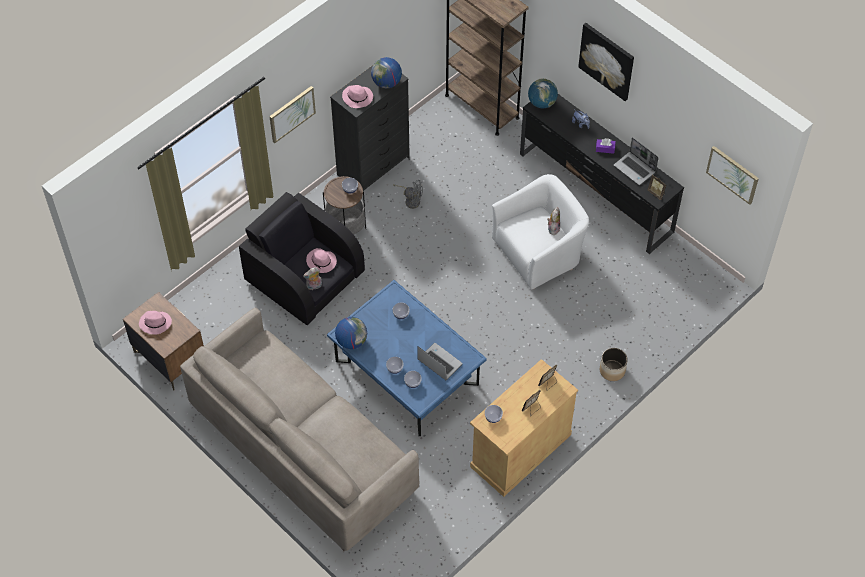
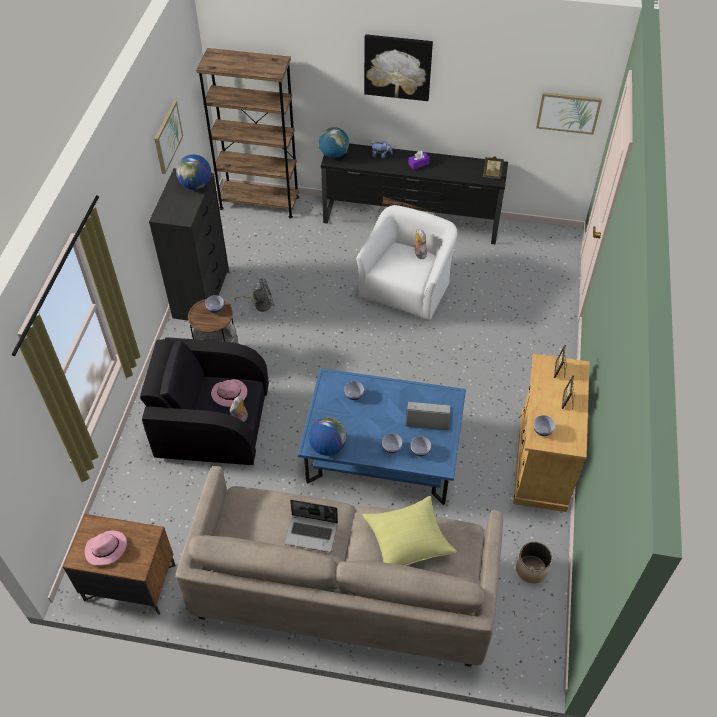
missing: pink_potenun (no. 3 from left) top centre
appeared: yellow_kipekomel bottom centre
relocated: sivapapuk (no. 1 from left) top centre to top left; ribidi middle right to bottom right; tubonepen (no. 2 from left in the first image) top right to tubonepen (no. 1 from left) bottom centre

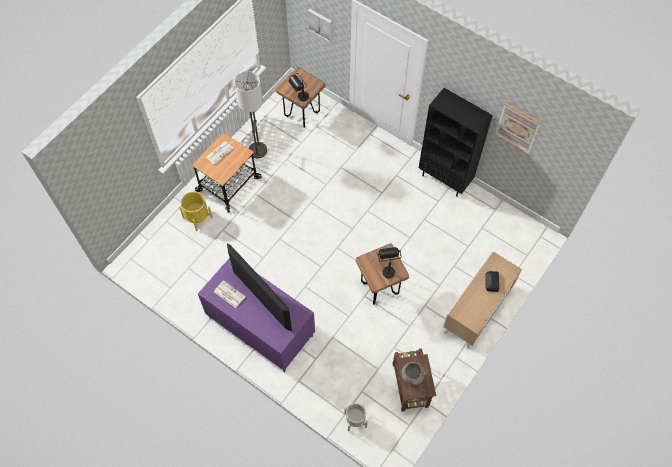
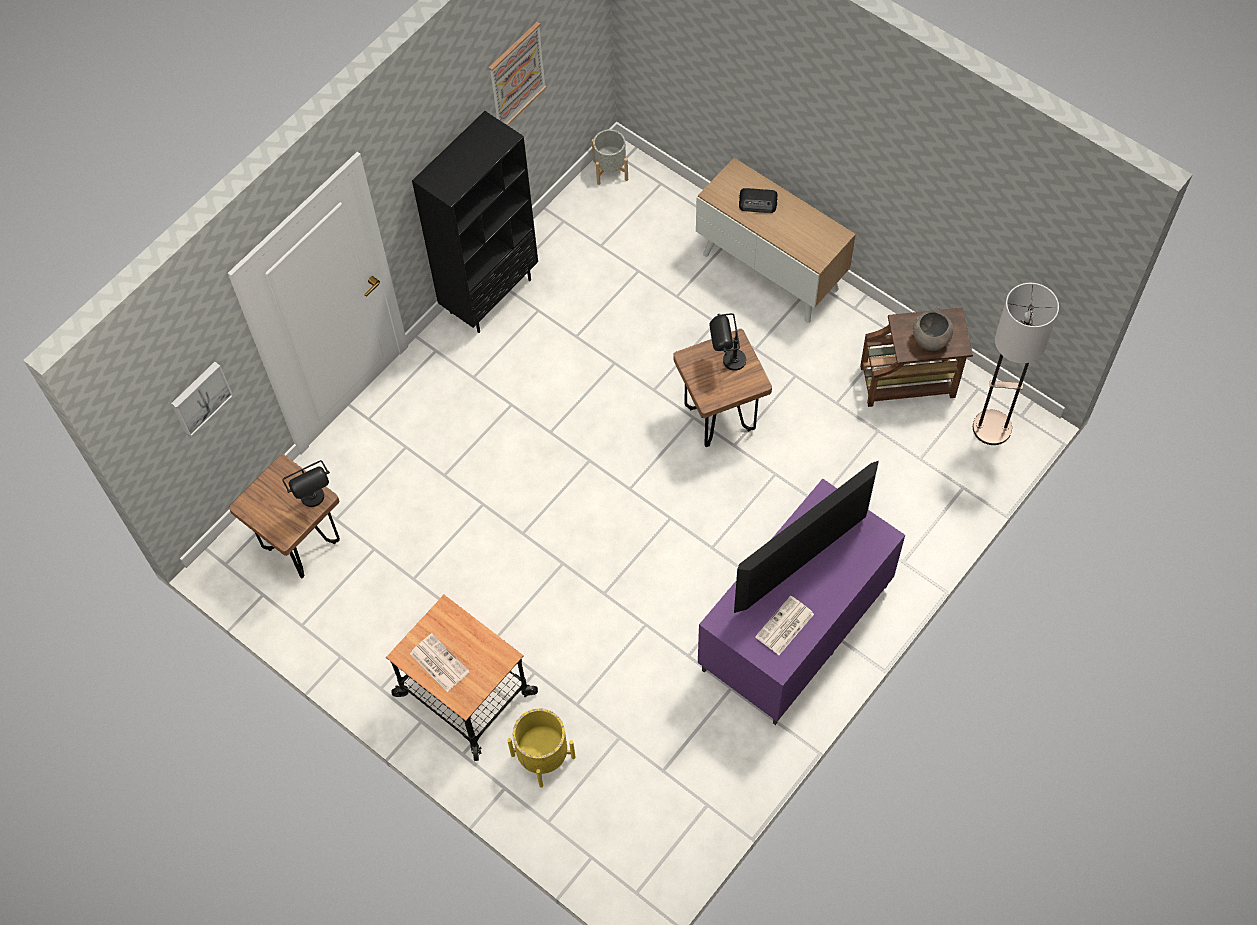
relocated: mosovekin top centre to middle right; grey_ribidi bottom centre to top centre

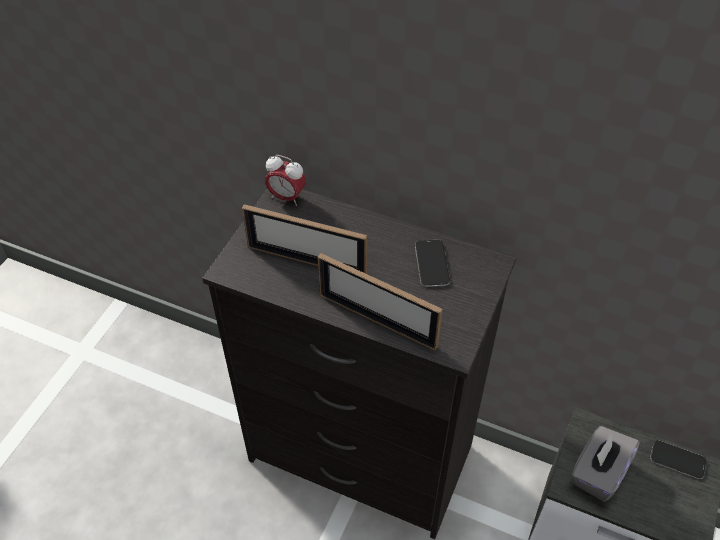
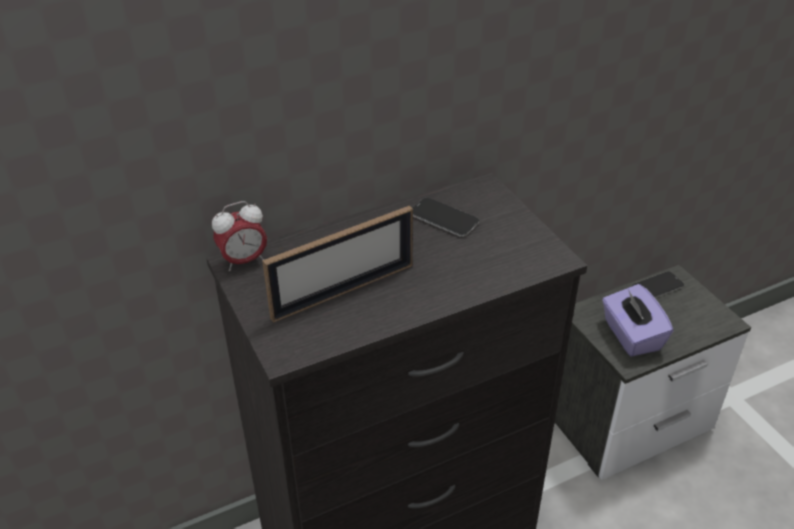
missing: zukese (no. 2 from left) centre
colour: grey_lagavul bottom right to purple_lagavul middle right

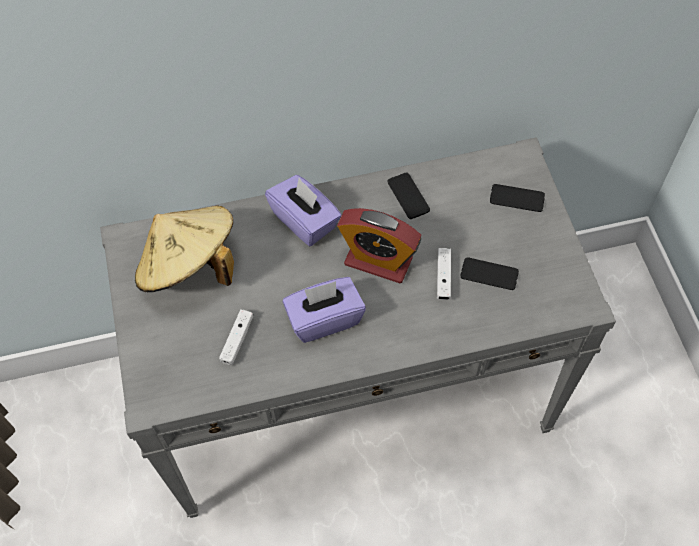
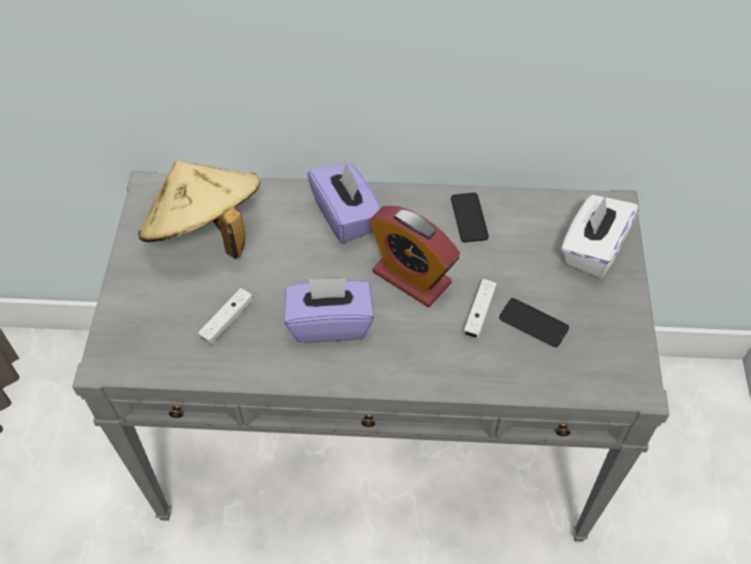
exchanged: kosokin (no. 3 from left) middle right to white_lagavul middle right

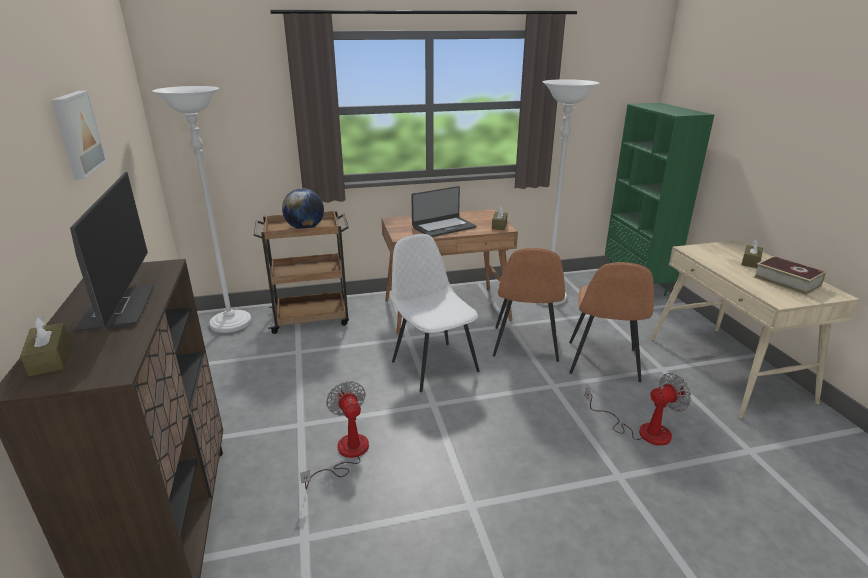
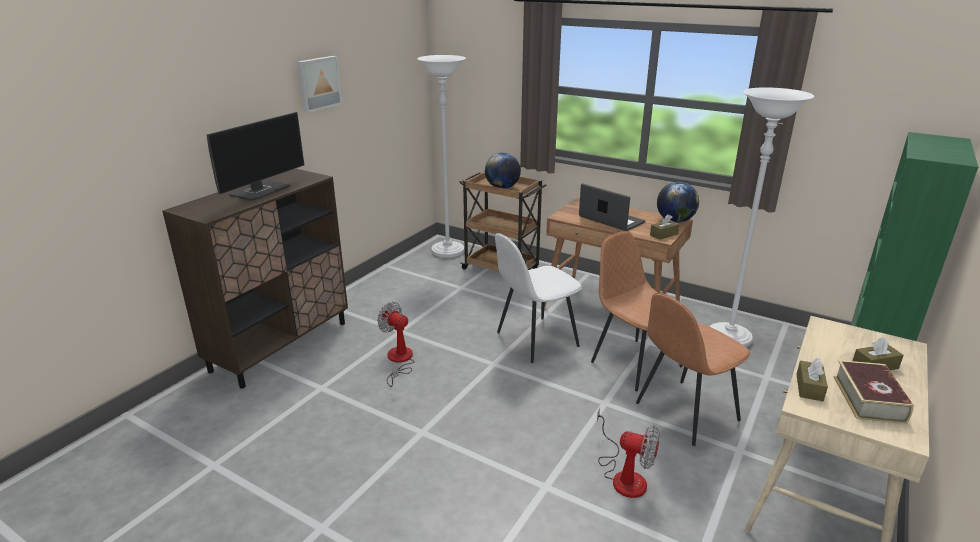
appeared: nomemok (no. 2 from left) middle right
relocated: brown_lagavul (no. 1 from left in the first image) middle left to brown_lagavul (no. 2 from left) bottom right
spun: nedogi (no. 1 from left) bottom centre = centre 75 degrees counterclockwise; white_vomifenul centre = centre 135 degrees counterclockwise; tubonepen centre = centre 150 degrees counterclockwise; brown_vomifenul (no. 1 from left) centre = centre 90 degrees clockwise

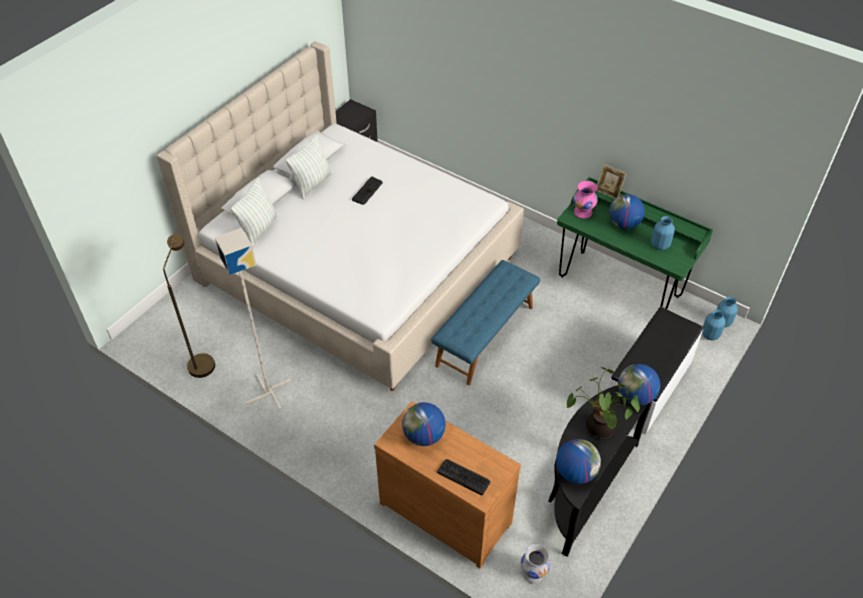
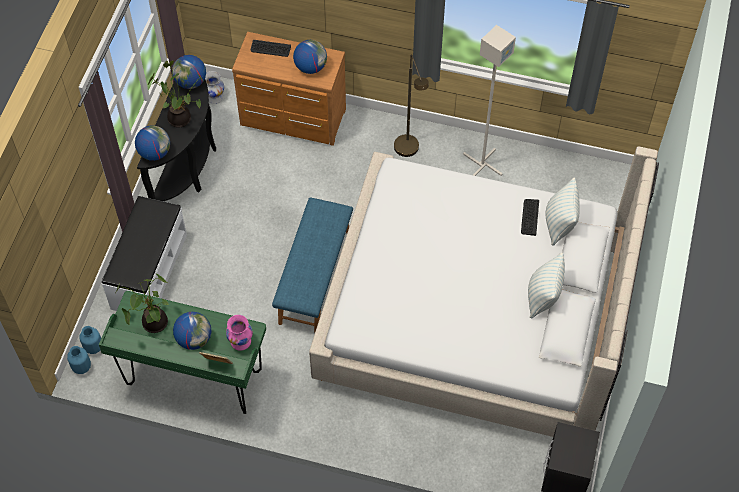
relocated: brown_mosovekin middle left to top centre; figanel (no. 1 from left in the first image) top centre to figanel (no. 2 from left) middle right
exchanged: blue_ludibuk (no. 1 from left) middle right to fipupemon (no. 1 from left) middle left

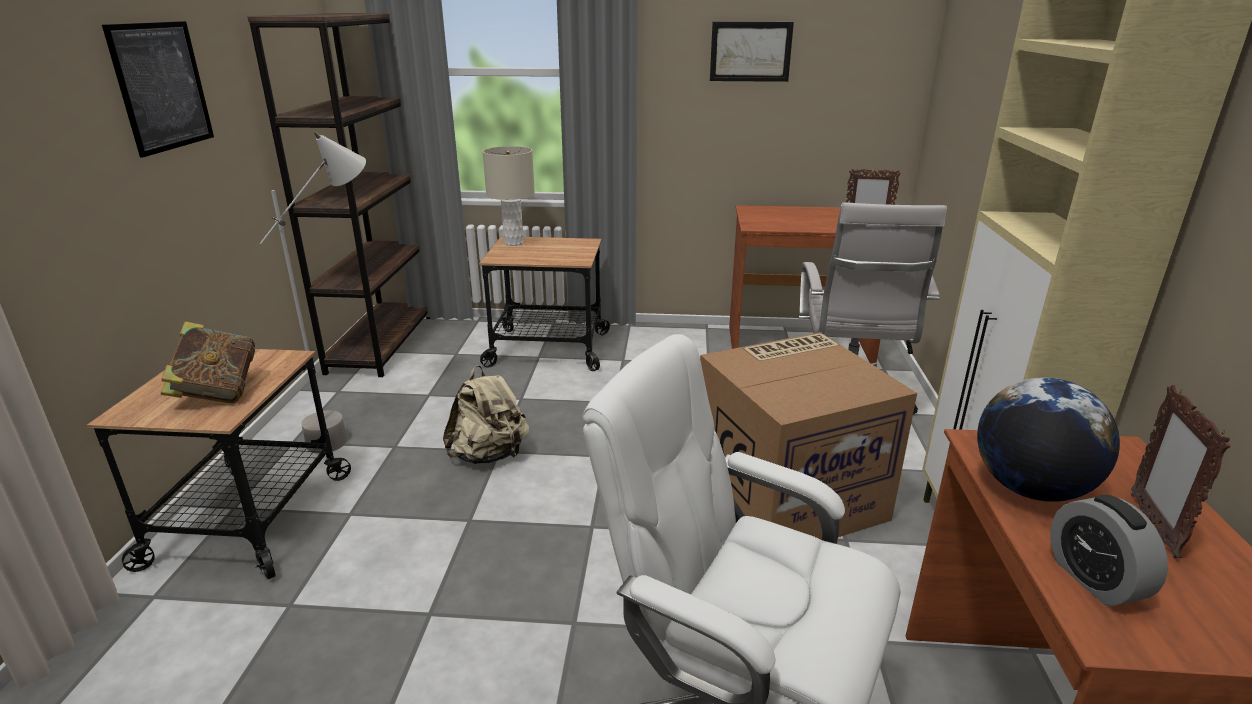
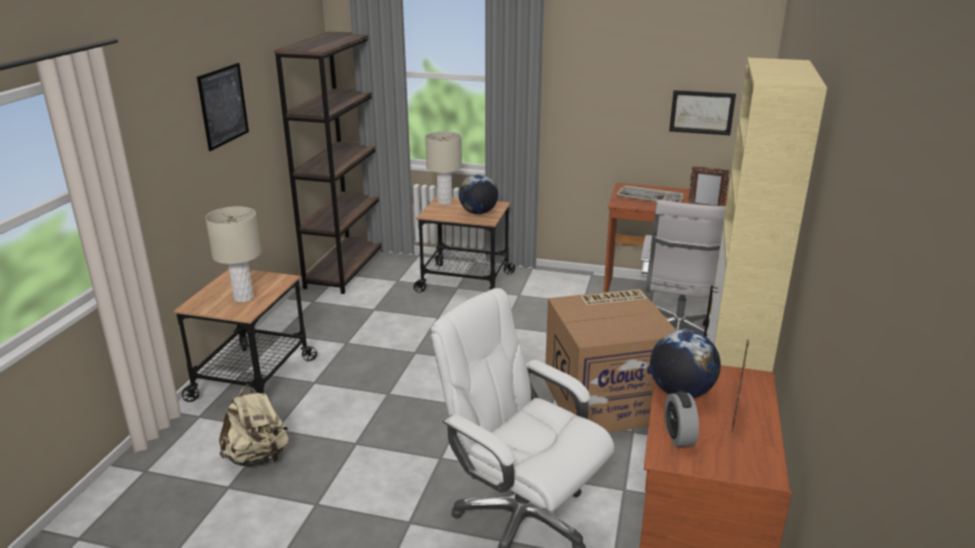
missing: grey_mosovekin middle left
appeared: nomemok (no. 1 from left) centre; figanel middle right
relocated: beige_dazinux centre to bottom left; sivapapuk (no. 2 from left) top centre to top right
exchanged: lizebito middle left to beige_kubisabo (no. 1 from left) middle left

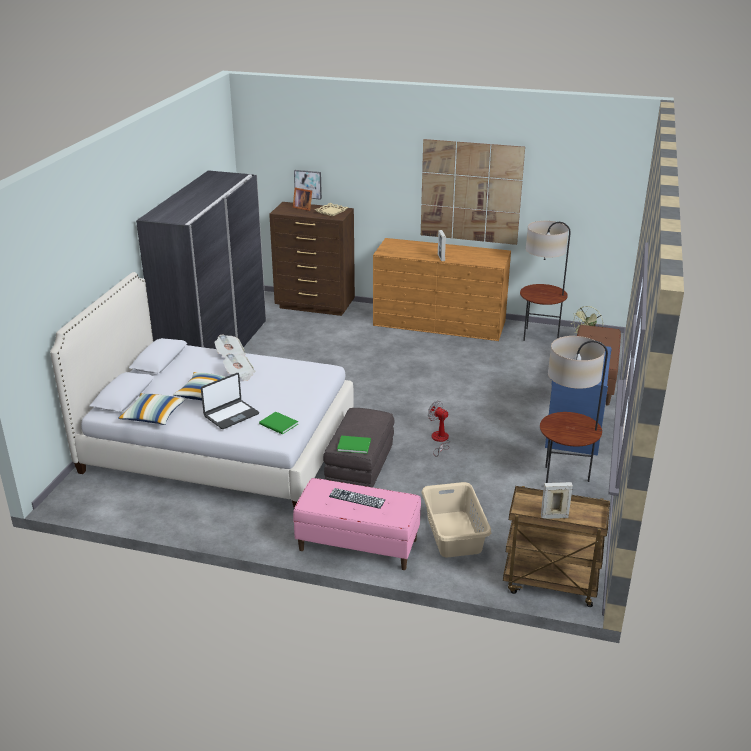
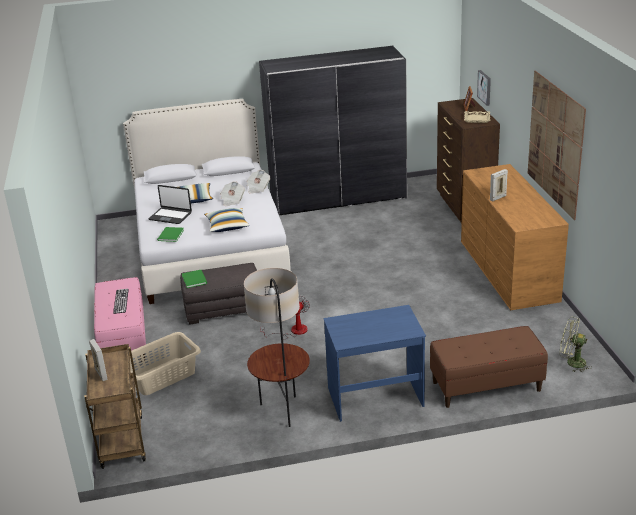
missing: mosovekin (no. 1 from left) middle right
relocated: kipekomel (no. 1 from left in the first image) middle left to kipekomel (no. 2 from left) centre

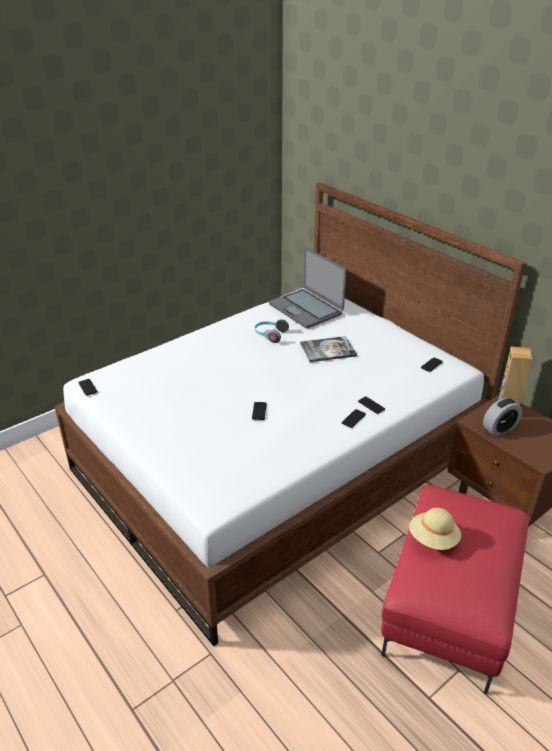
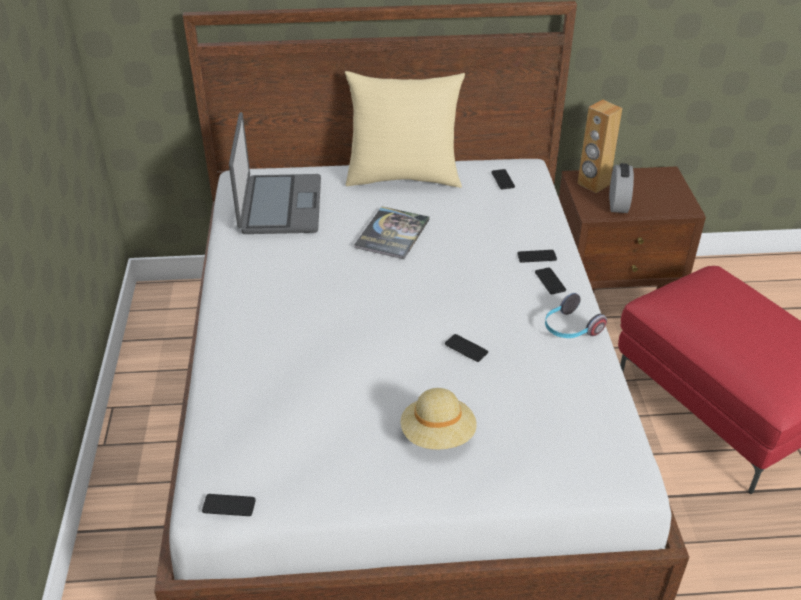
appeared: beige_kipekomel top centre
relocated: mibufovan centre to middle right; beige_potenun bottom right to bottom centre
spun: tubonepen centre = top centre 90 degrees counterclockwise

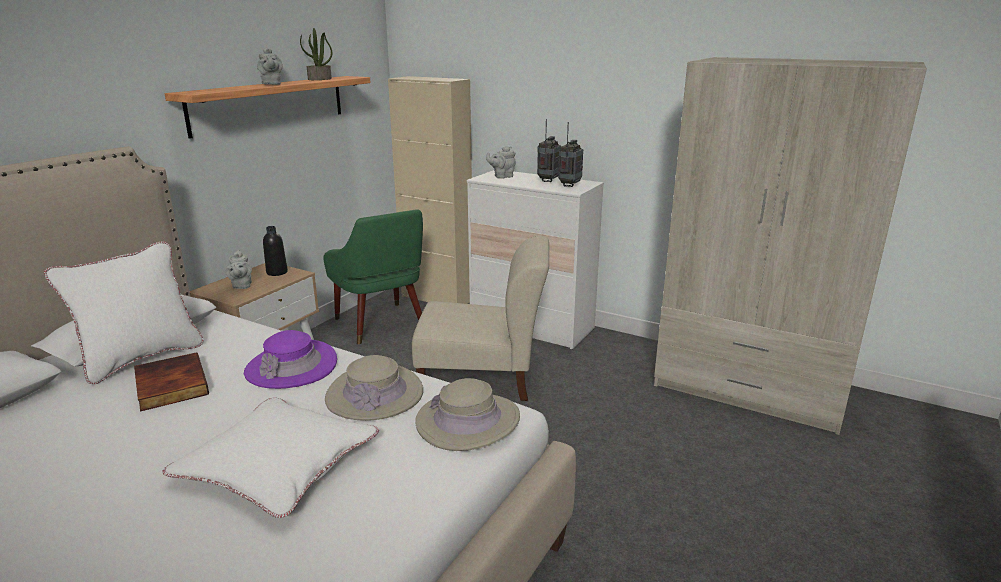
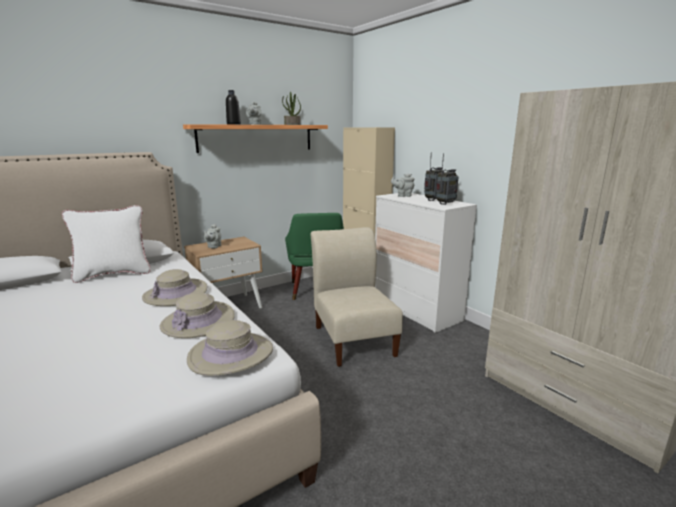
missing: lizebito middle left; white_kipekomel (no. 2 from left) bottom left
relocated: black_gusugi middle left to top centre
colour: purple_potenun middle left to beige_potenun (no. 1 from left) middle left
spun: beige_vomifenul centre = centre 135 degrees counterclockwise

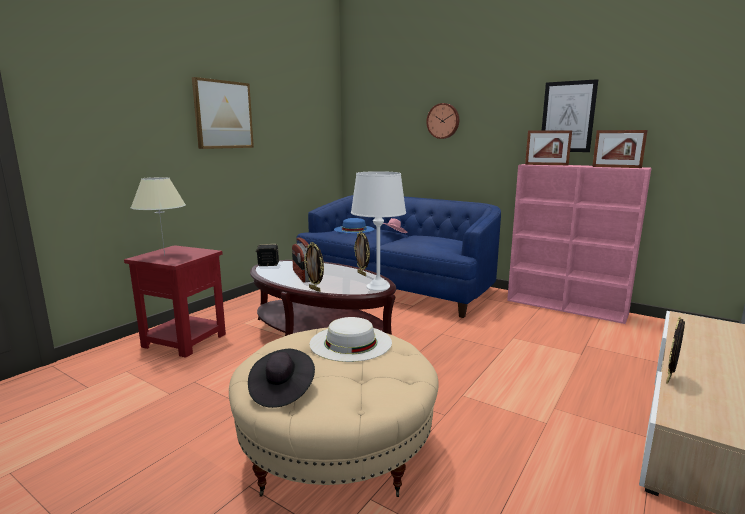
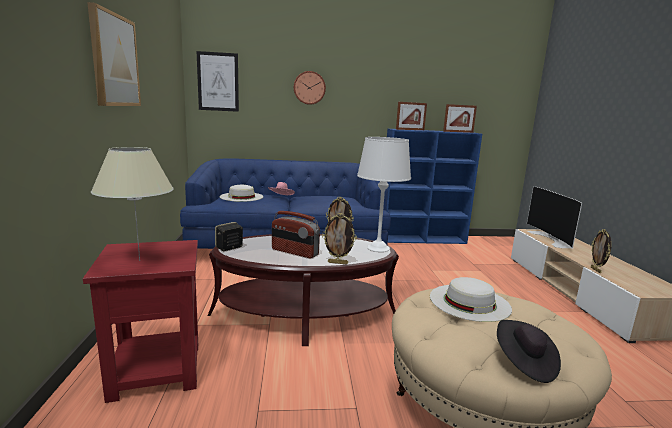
appeared: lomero middle right
relocated: sivapapuk (no. 2 from left) top right to top left
colour: blue_potenun centre to white_potenun (no. 1 from left) centre; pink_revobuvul middle right to blue_revobuvul centre

